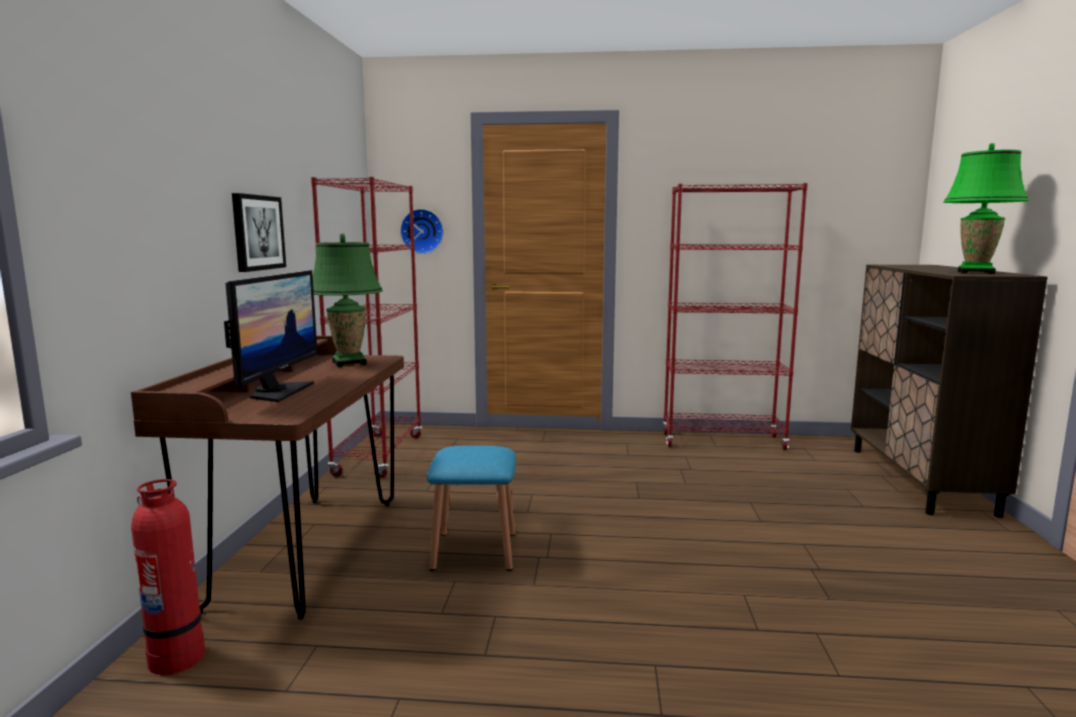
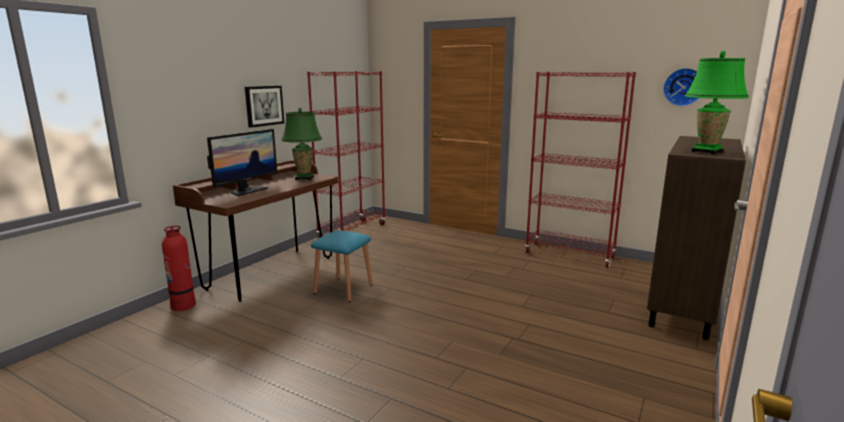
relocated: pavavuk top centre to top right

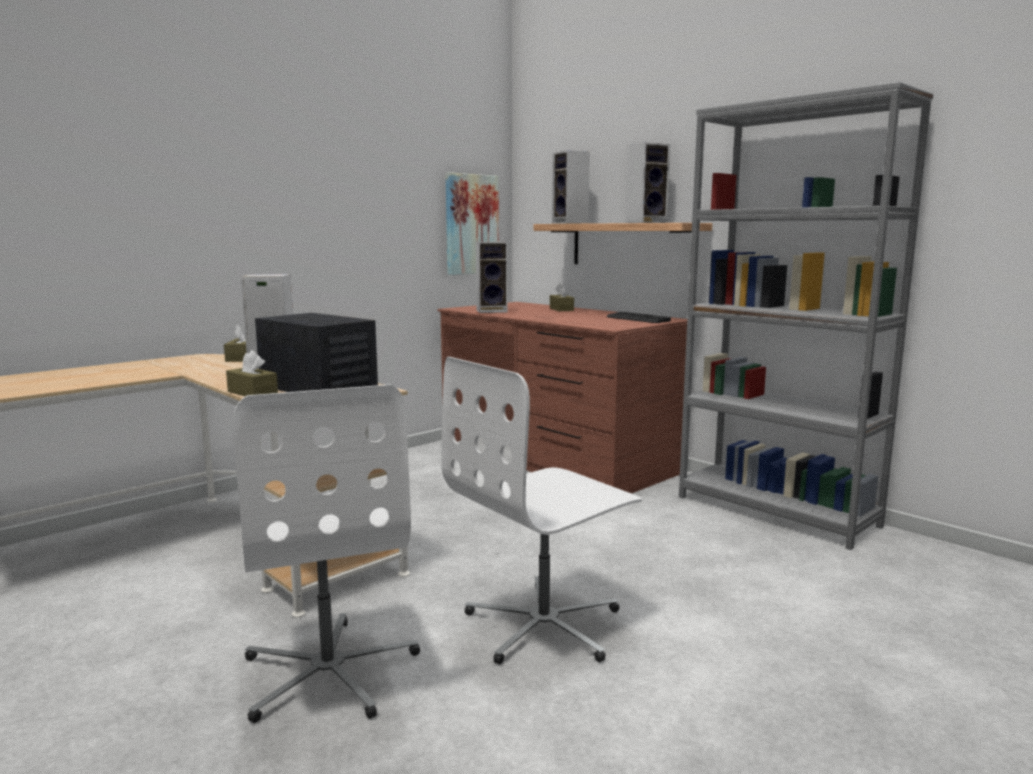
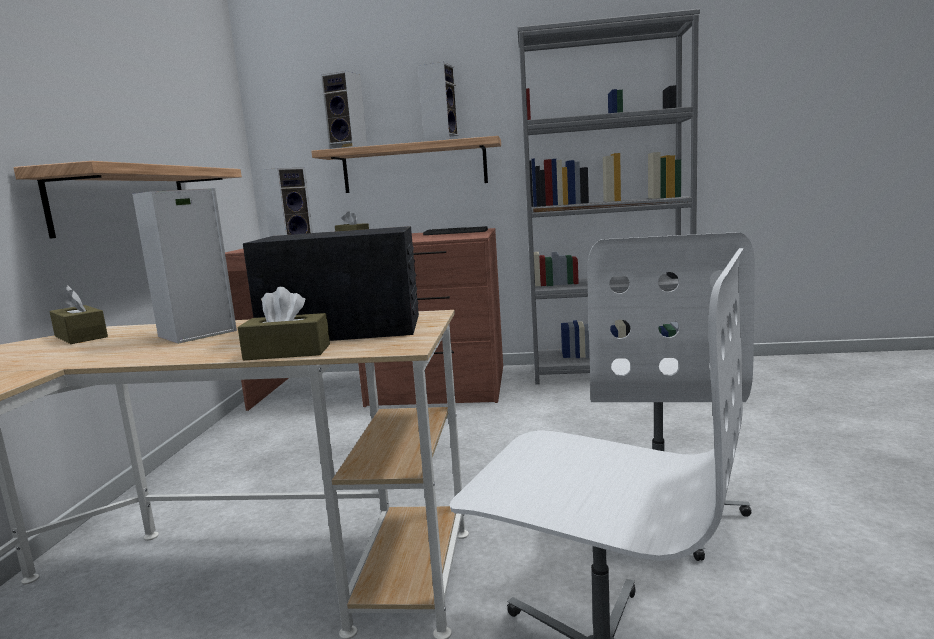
missing: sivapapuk top centre
appeared: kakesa (no. 1 from left) top left

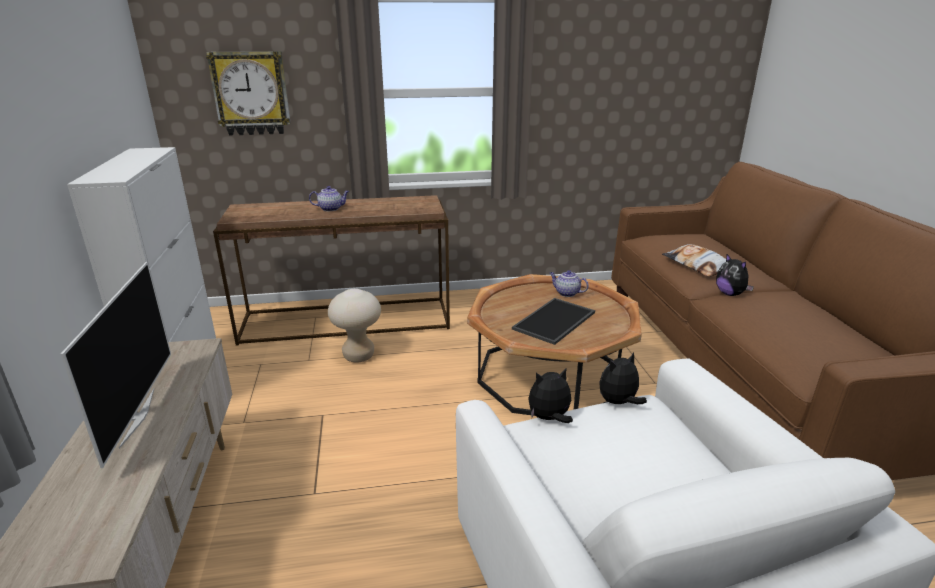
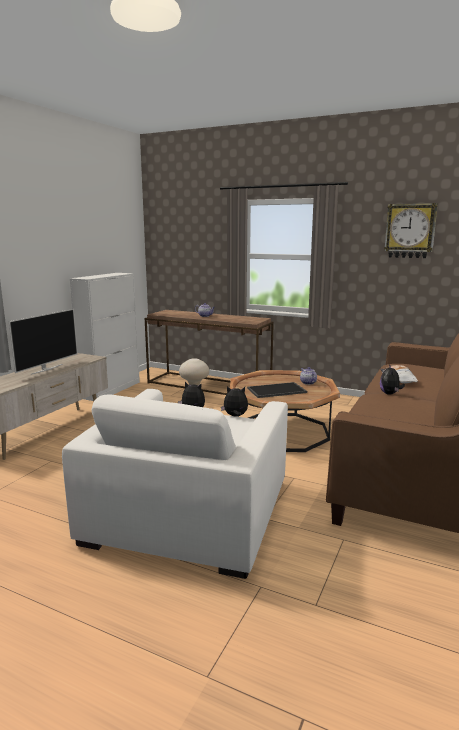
relocated: pavavuk top left to top right

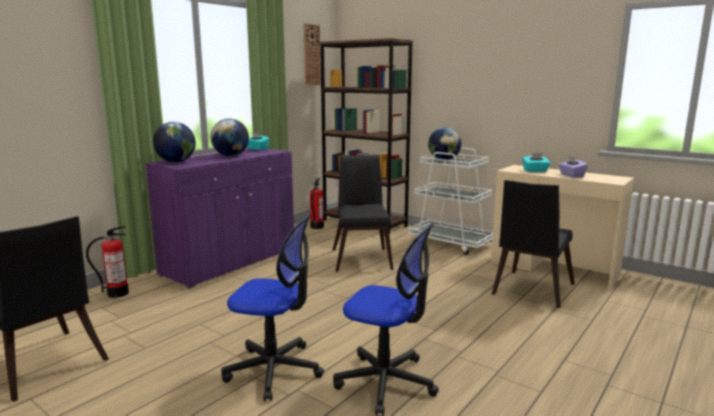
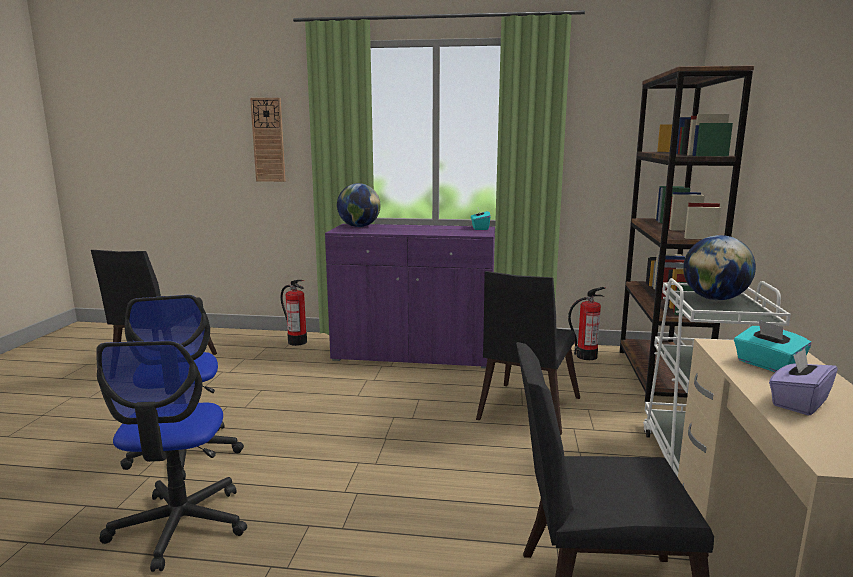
missing: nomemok (no. 2 from left) top left
relocated: pavavuk top centre to top left
spun: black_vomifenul (no. 2 from left) centre = centre 150 degrees clockwise

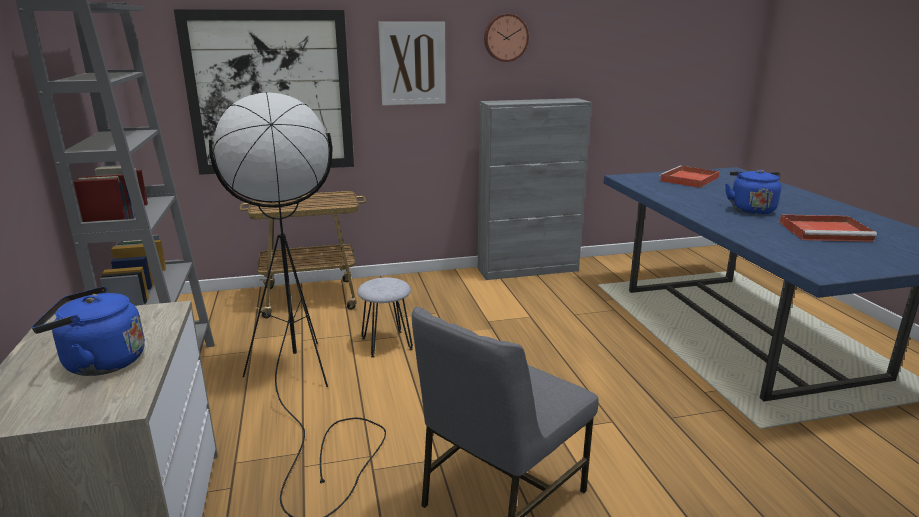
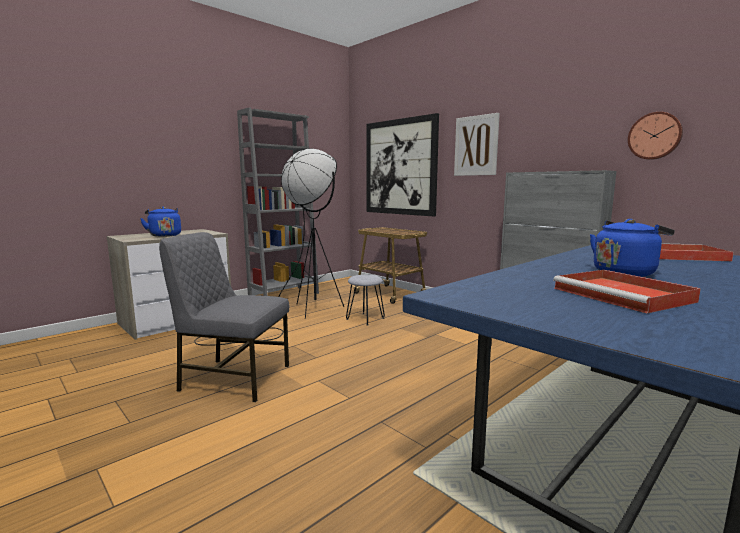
relocated: pavavuk top centre to top right

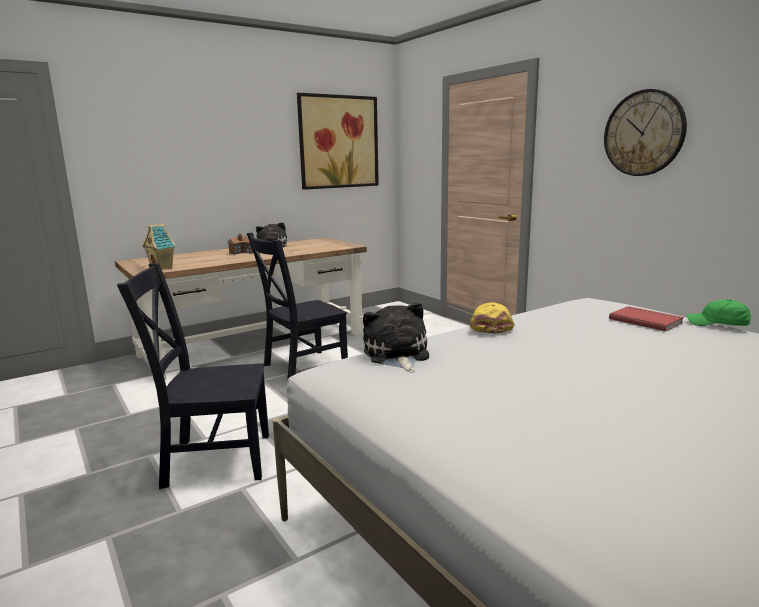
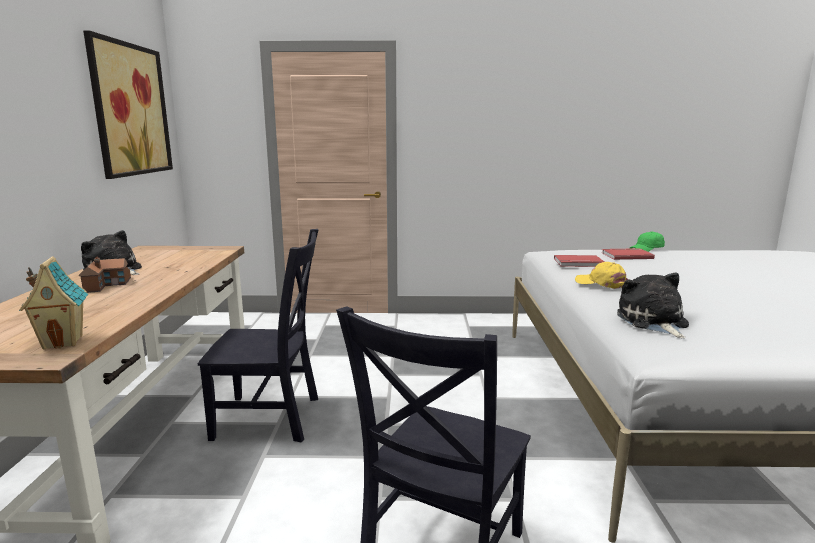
missing: pavavuk top right
appeared: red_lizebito (no. 1 from left) middle right
spun: black_vomifenul (no. 2 from left in the first image) centre = middle left 90 degrees counterclockwise; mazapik (no. 2 from left) centre = middle right 60 degrees clockwise

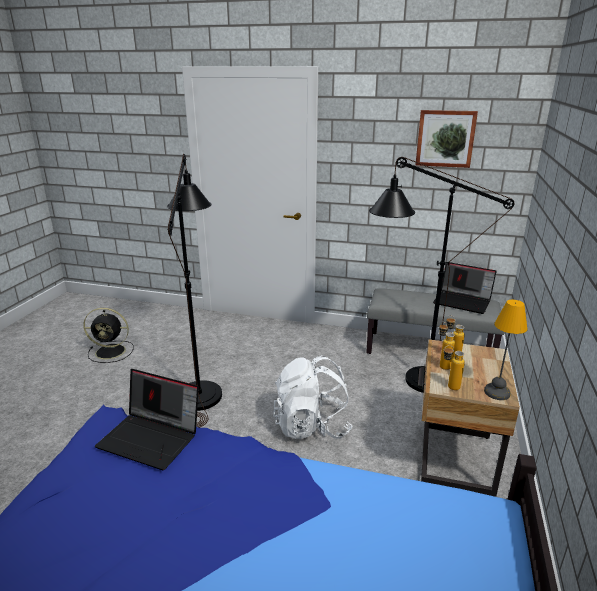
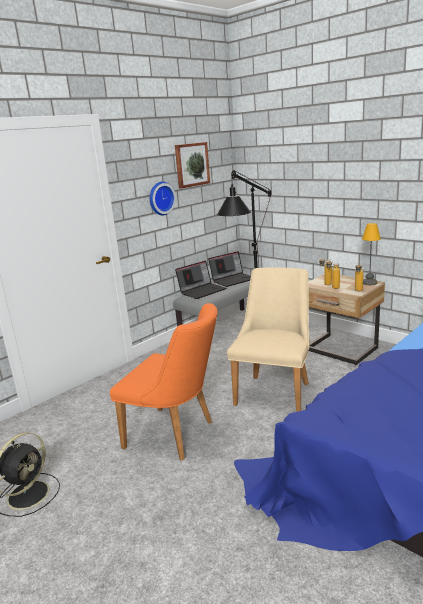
appeared: pavavuk top centre
relocated: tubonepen (no. 1 from left) bottom left to centre
exchanged: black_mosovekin (no. 1 from left) middle left to orange_vomifenul centre; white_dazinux bottom centre to beige_vomifenul centre

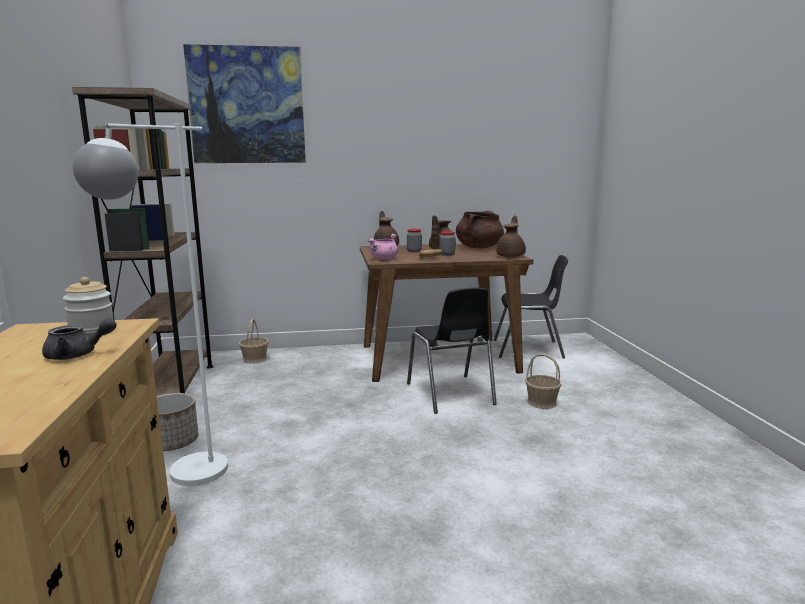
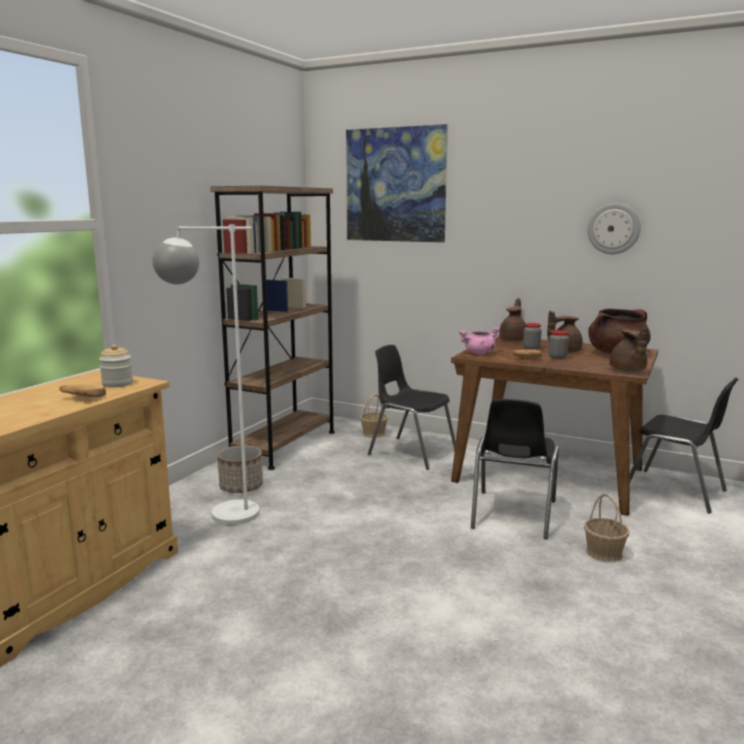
appeared: black_vomifenul (no. 1 from left) centre; pavavuk top right
exchanged: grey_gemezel middle left to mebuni (no. 1 from left) middle left
spun: brown_gemezel (no. 3 from left) centre = middle right 120 degrees clockwise

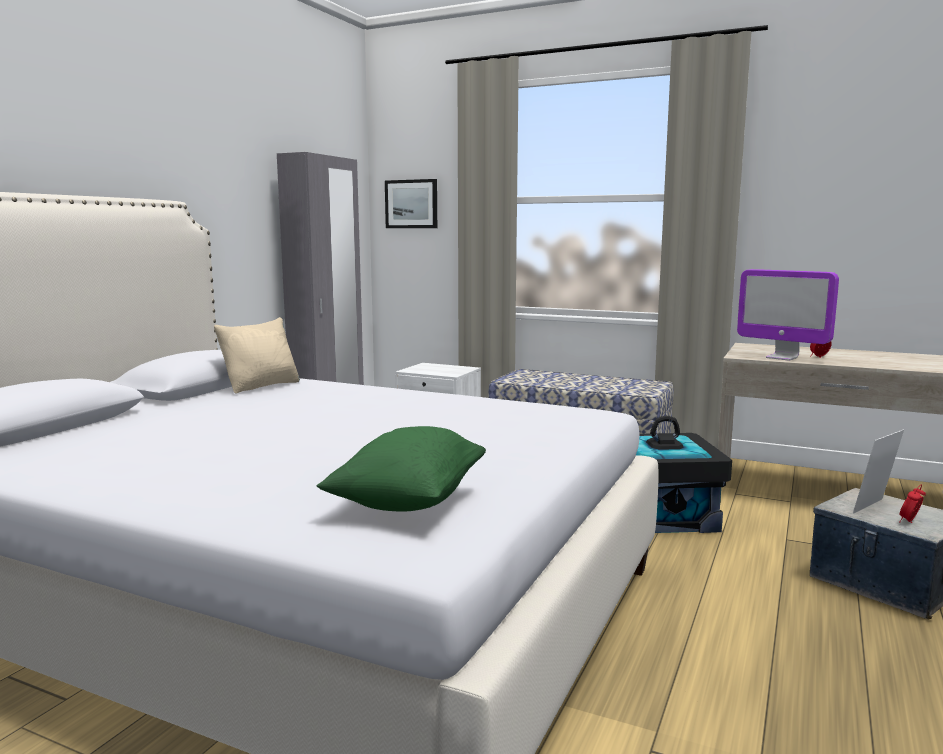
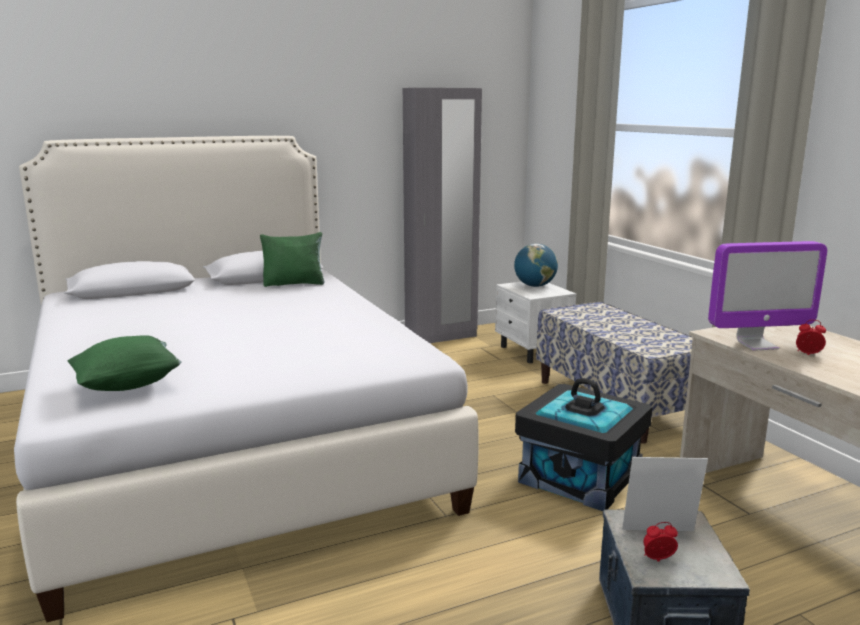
missing: sivapapuk top centre
appeared: nomemok centre
colour: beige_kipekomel middle left to green_kipekomel (no. 2 from left) centre
spun: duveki middle right = middle right 90 degrees counterclockwise

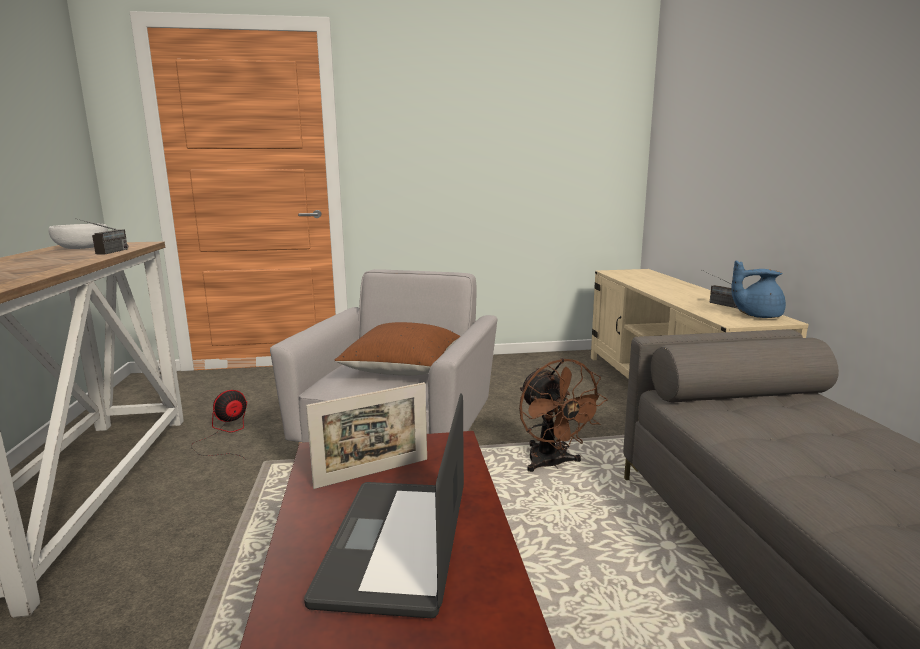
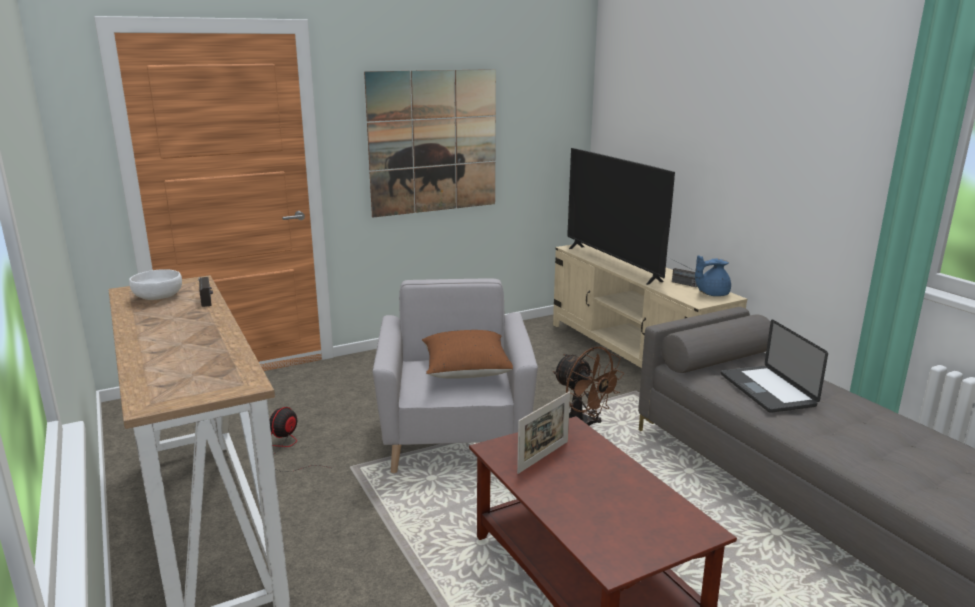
appeared: sivapapuk top centre; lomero centre
relocated: tubonepen bottom centre to middle right

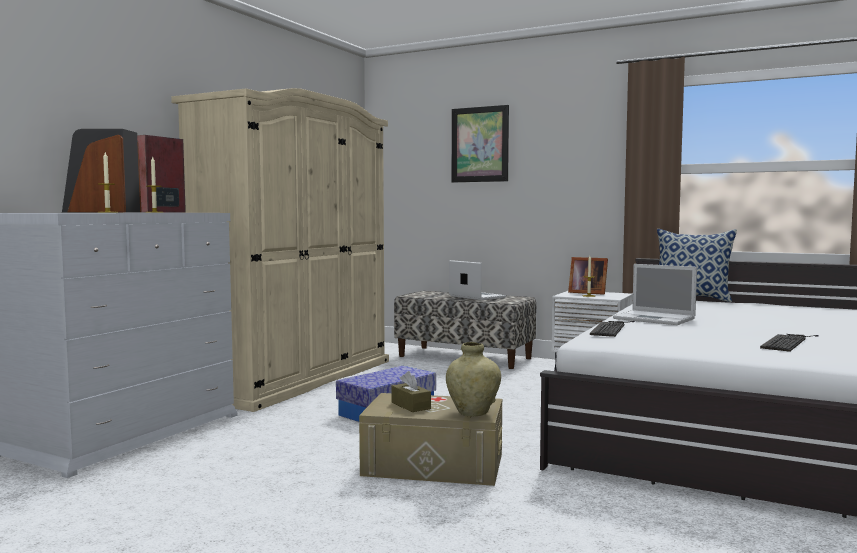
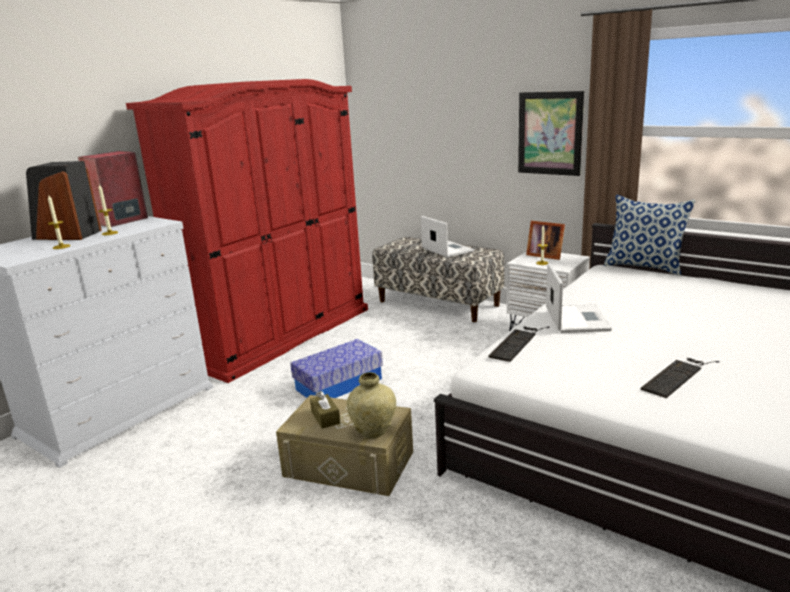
relocated: sivapapuk top centre to top right
colour: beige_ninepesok middle left to red_ninepesok middle left
spun: tubonepen (no. 2 from left) middle right = middle right 135 degrees counterclockwise

